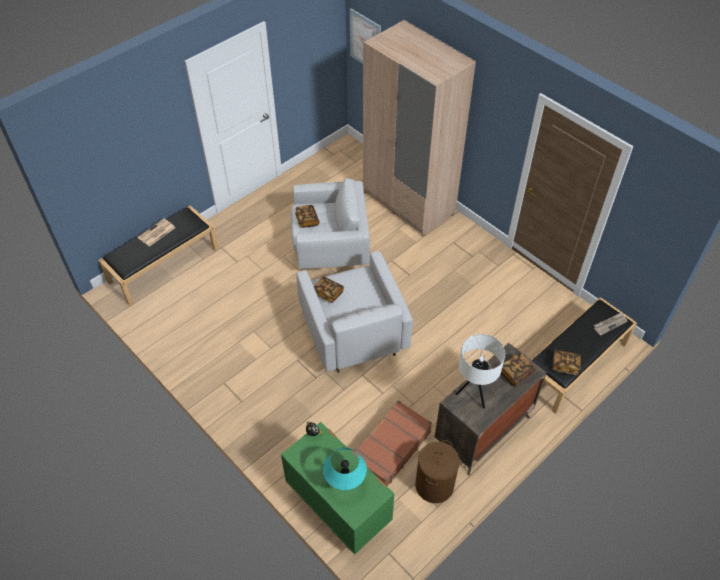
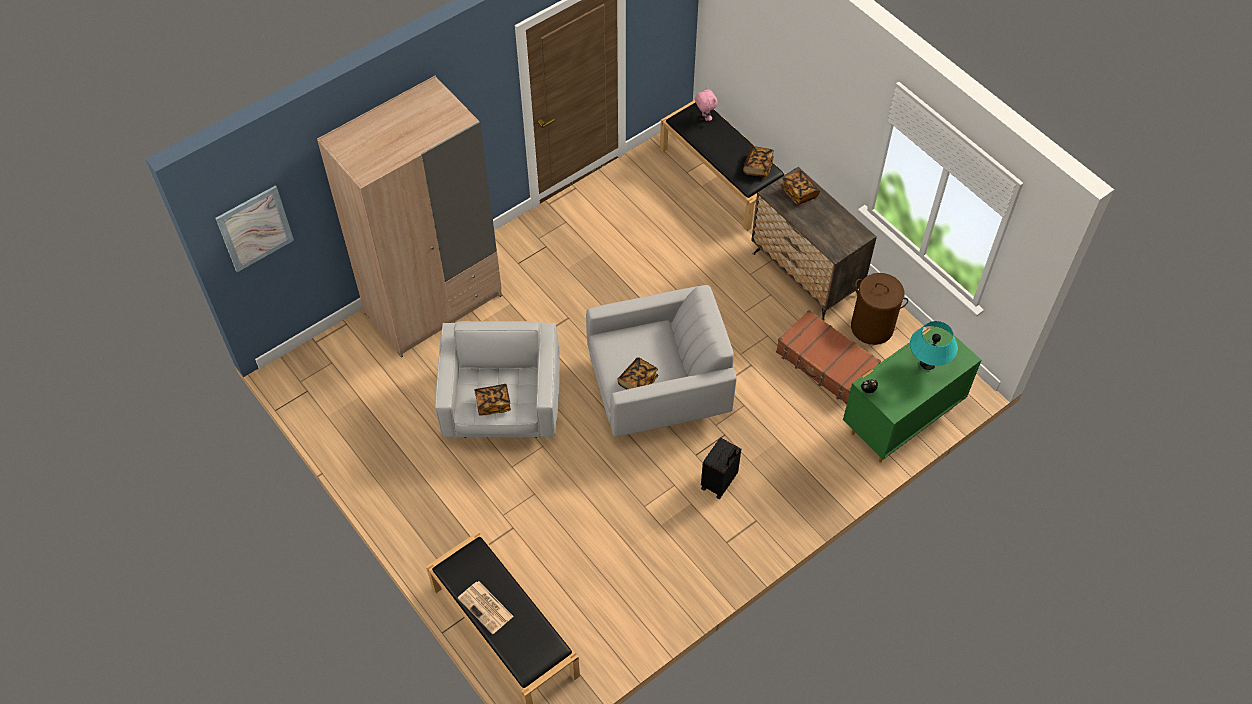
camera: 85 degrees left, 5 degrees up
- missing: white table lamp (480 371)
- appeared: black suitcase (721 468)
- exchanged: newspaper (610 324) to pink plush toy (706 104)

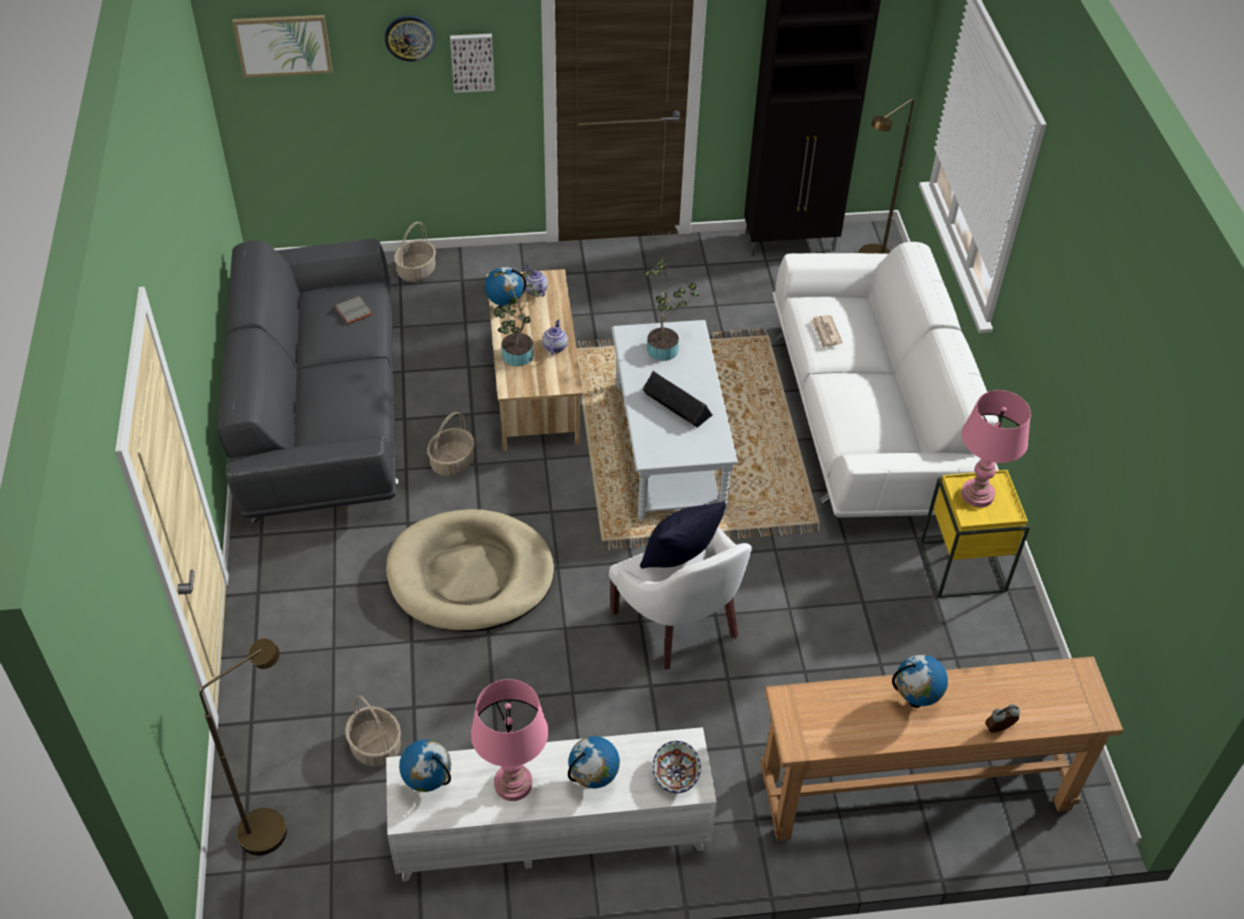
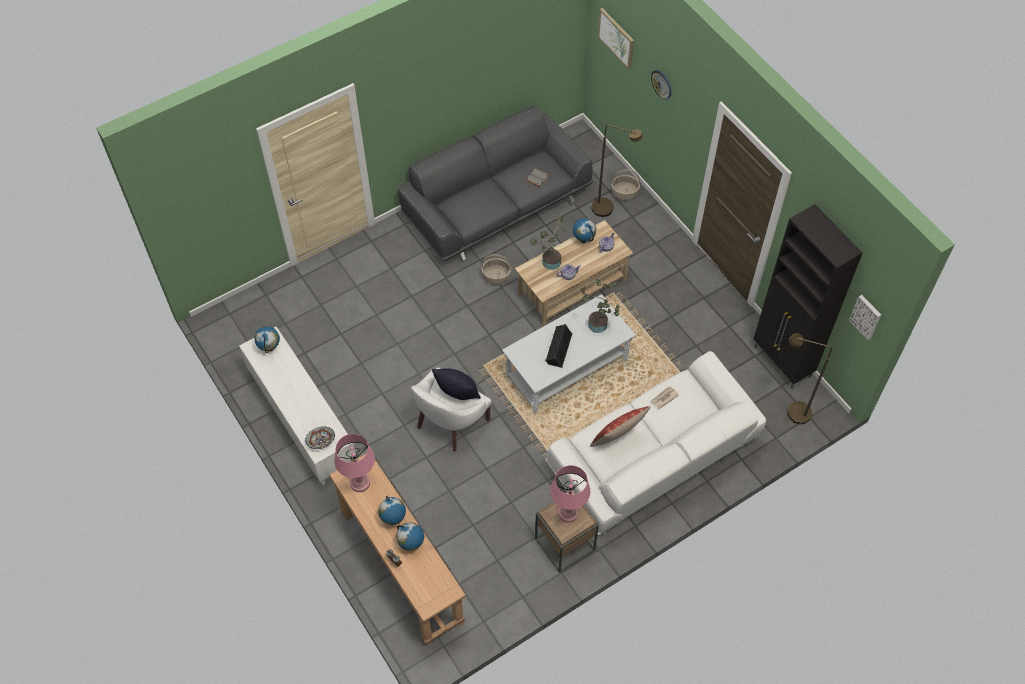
camera: 65 degrees right, 10 degrees up
- missing: basket (373 731)
- missing: beige dog bed (470 570)
- appeared: pillow (620 426)
- relocated: brown floor lamp (243 746) to (617 171)
- relocated: picture (472 63) to (865 317)
- relocated: pink table lamp (509 740) to (355 463)
- relocated: globe (594 762) to (410 536)
- colour: yellow side table (975 534) to brown side table (567 532)

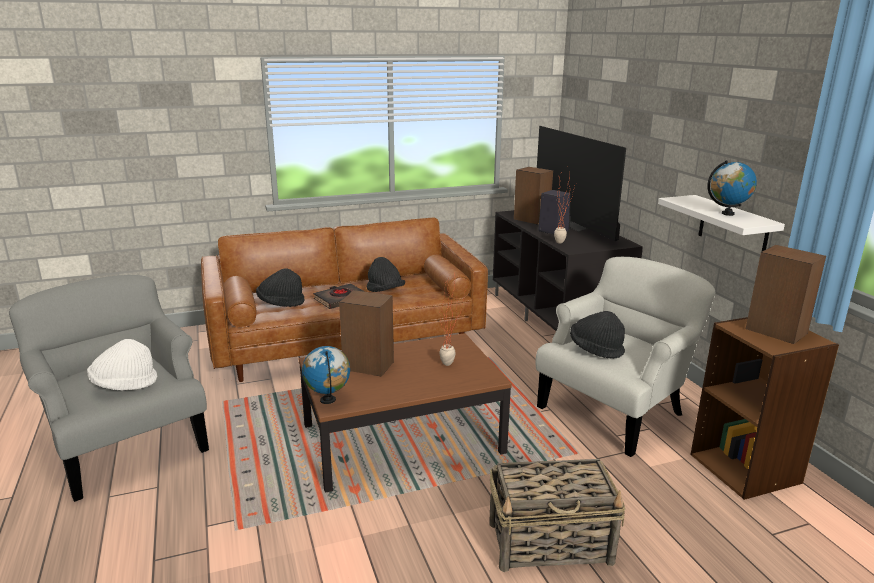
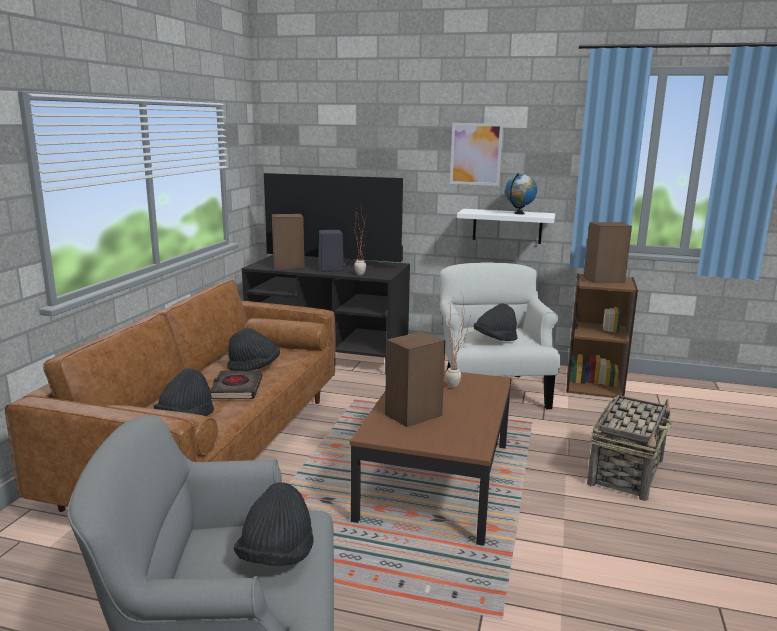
camera: 55 degrees left, 5 degrees down
- missing: globe (326 375)
- appeared: picture (476 154)
- colour: white hat (122 364) to black hat (274 524)

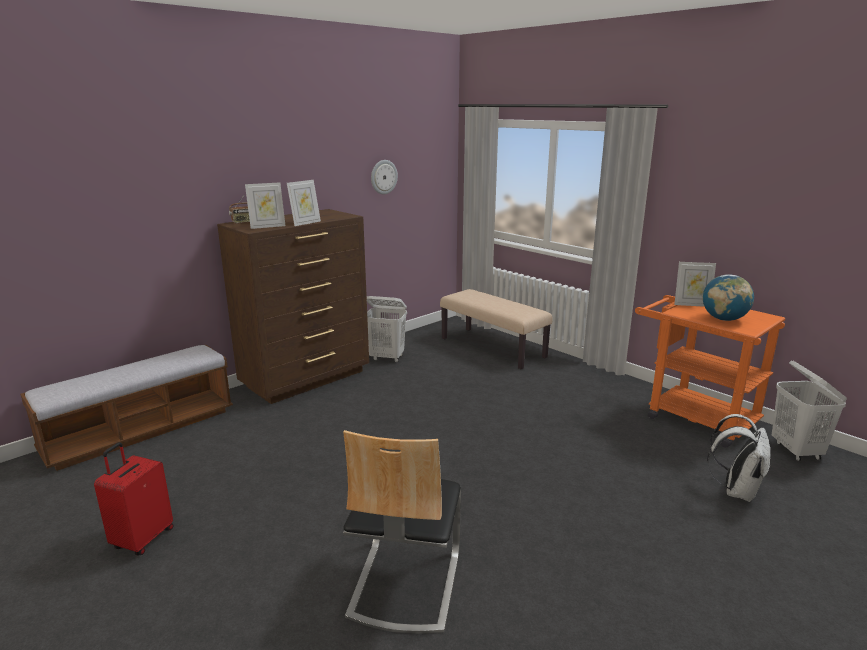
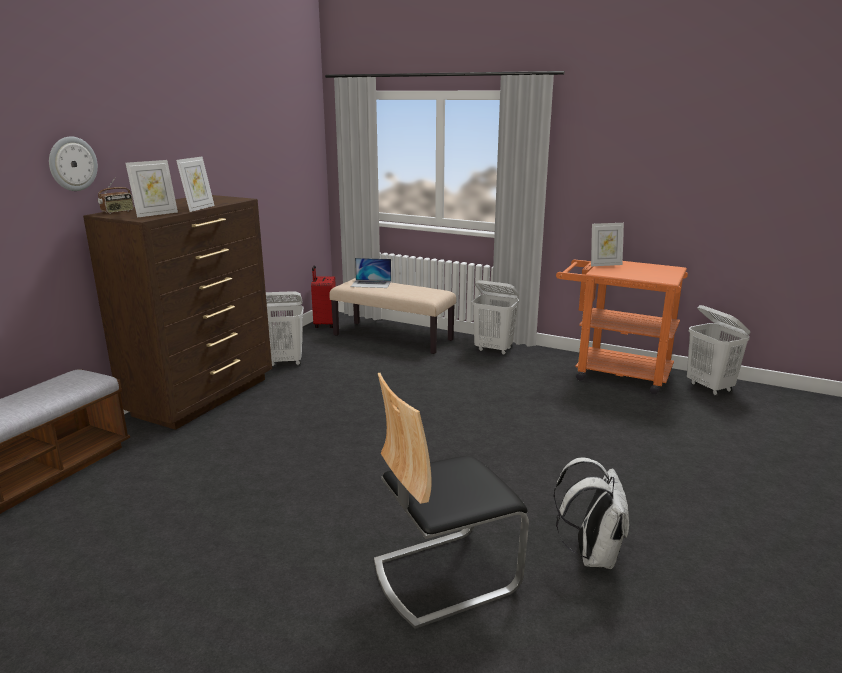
camera: 20 degrees left, 0 degrees up
- missing: globe (728 297)
- appeared: laptop (370 273)
- appeared: white laundry basket (495 317)
- relocated: red suitcase (134 498) to (323 296)
- relocated: wall clock (384 177) to (73 164)
- relocated: white backpack (738 458) to (591 513)
- spun: chair (402 532) = (451 501) 75 degrees clockwise

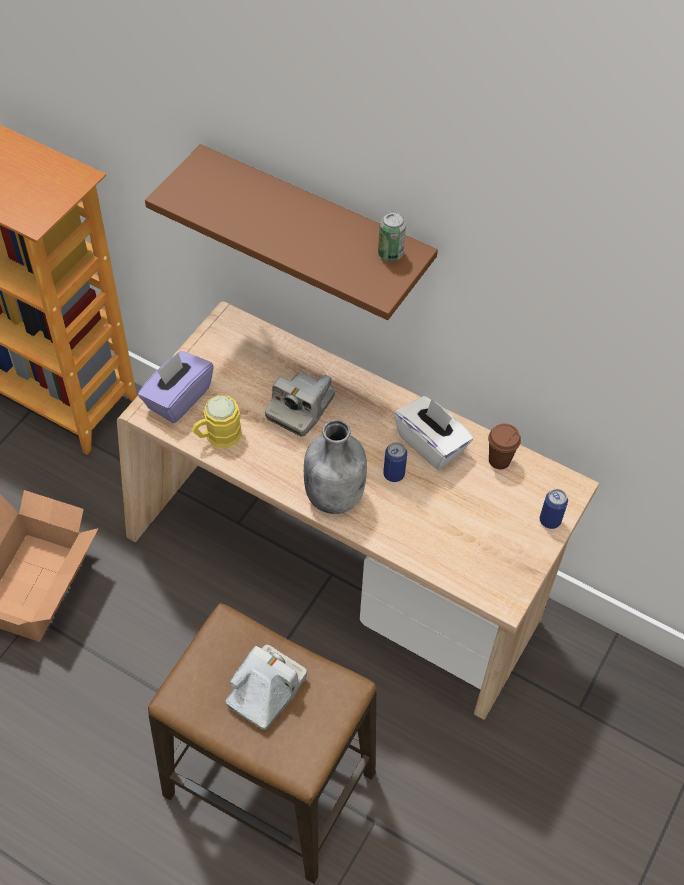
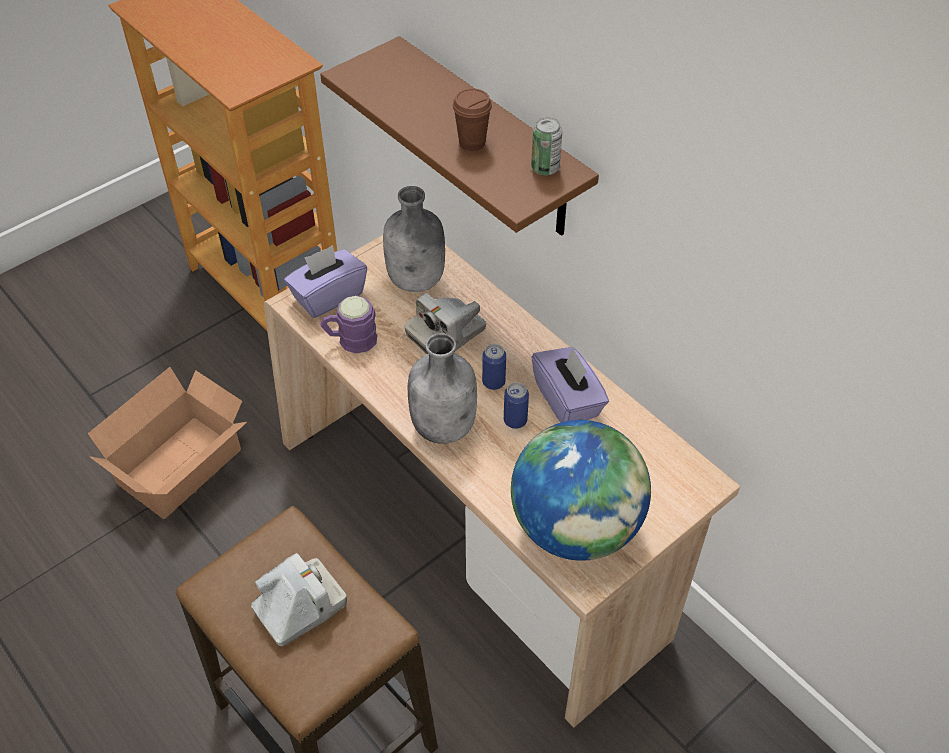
camera: 20 degrees right, 5 degrees down
- appeared: grey bottle (414 239)
- appeared: globe (581 490)
- relocated: brown cup (504 446) to (472 119)
- relocated: can (554 509) to (494 367)
- colour: yellow mug (217 421) to purple mug (349 325)
- colour: white tissue box (433 433) to purple tissue box (570 385)

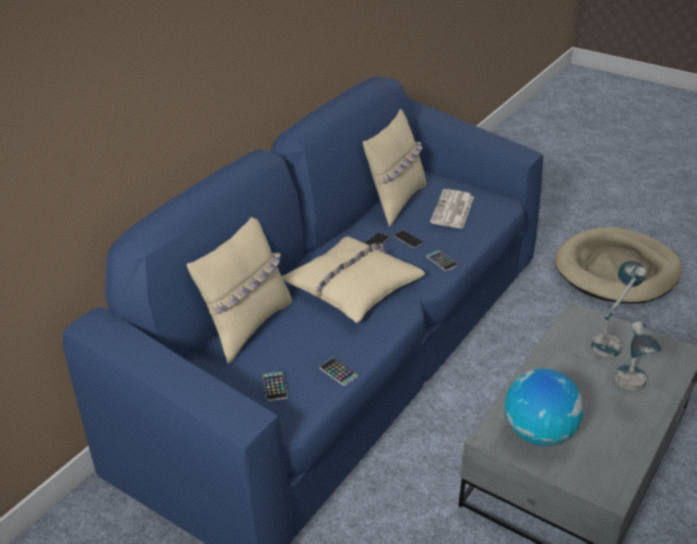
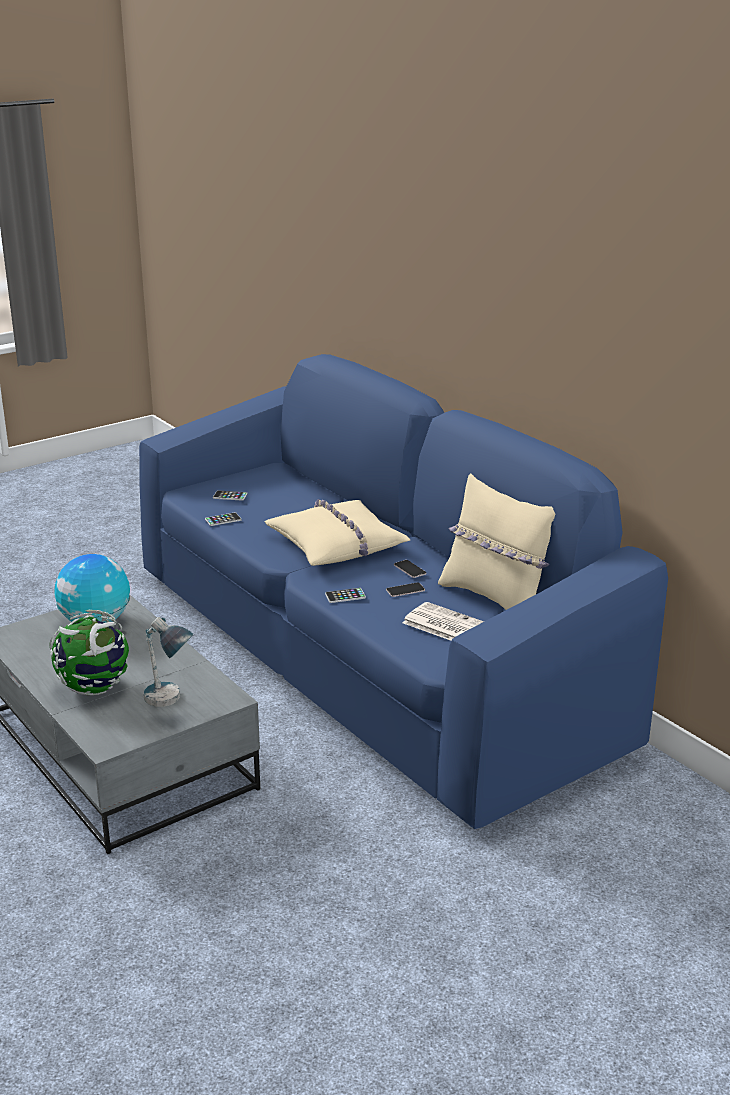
camera: 110 degrees right, 10 degrees down
- missing: beige pillow (239 290)
- missing: beige dog bed (618 265)
- exchanged: table lamp (638 355) to globe (89 652)

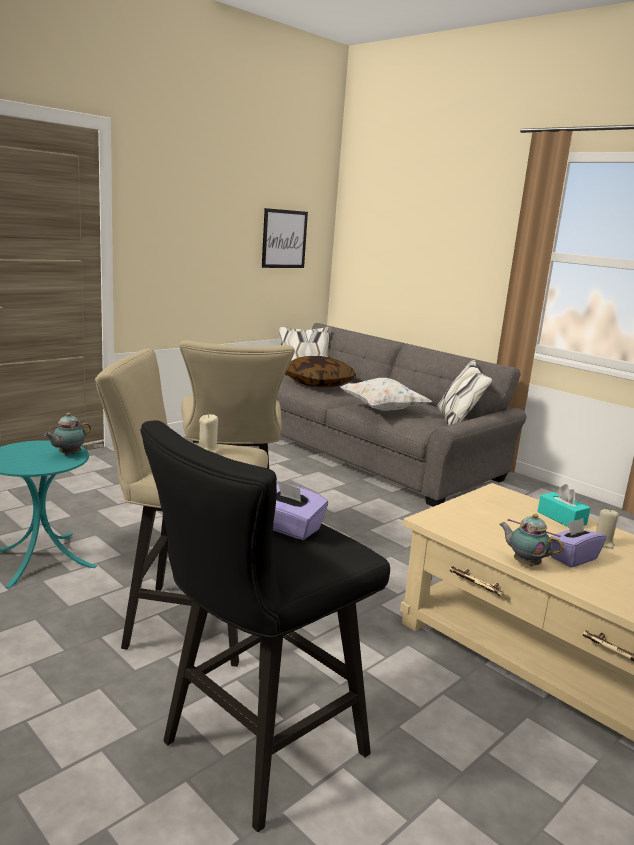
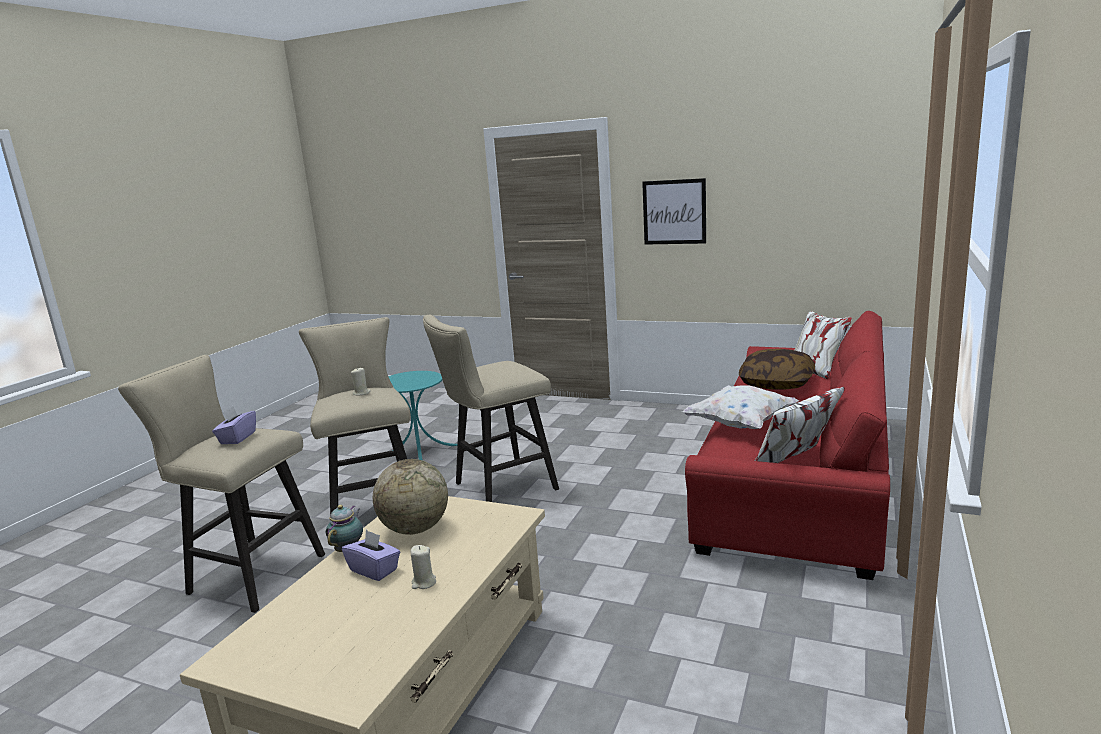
camera: 70 degrees right, 0 degrees up
- missing: teapot (67 434)
- missing: turquoise tissue box (563 505)
- appeared: globe (410 497)
- relocated: picture (285 238) to (674 211)
- colour: black stool (265 626) to beige stool (221 484)
- colour: grey sofa (401 415) to red sofa (787 445)

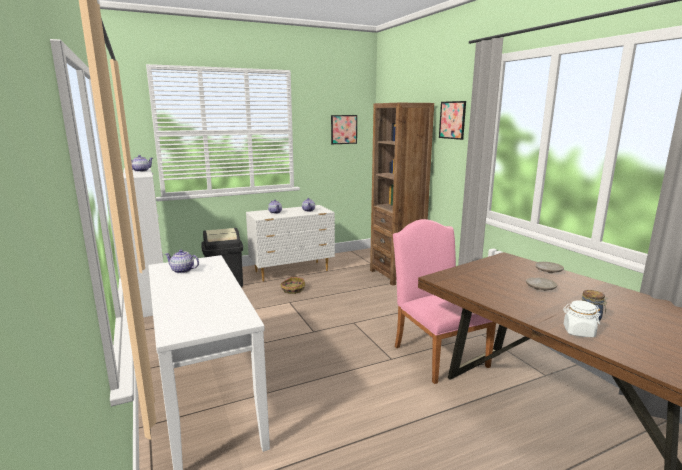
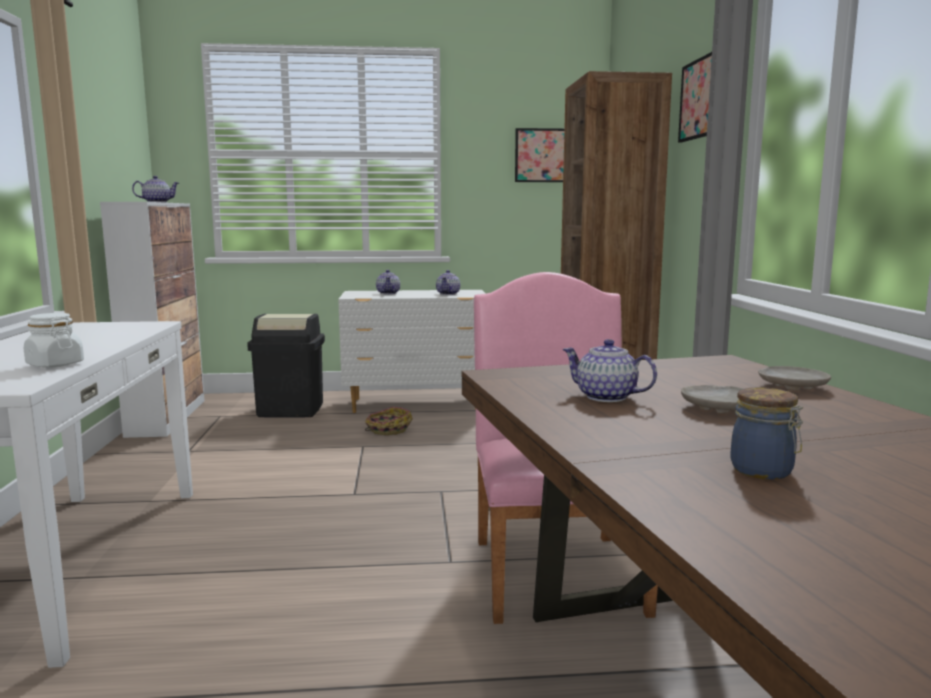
camera: 20 degrees right, 5 degrees down
- relocated: teapot (182 262) to (609 370)
- relocated: white jar (582 318) to (54 340)

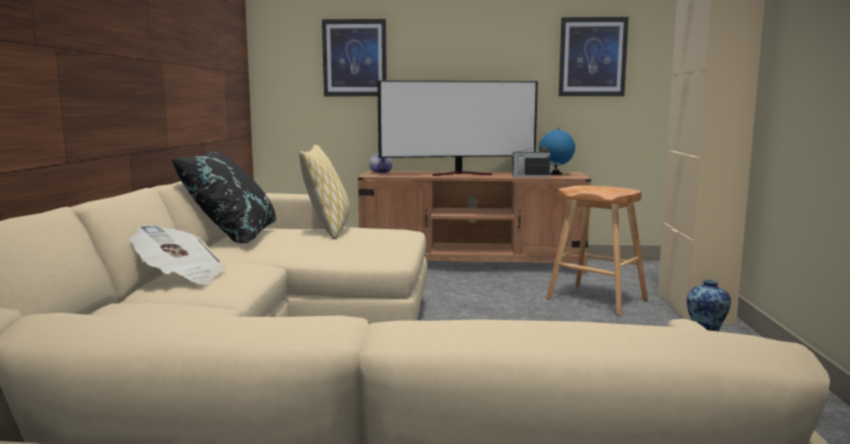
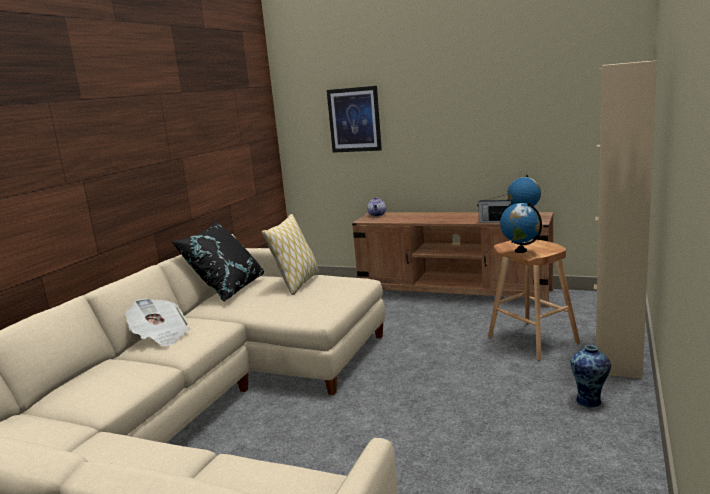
camera: 20 degrees right, 5 degrees up
- missing: television (457 128)
- missing: picture (594 56)
- appeared: globe (521 227)

